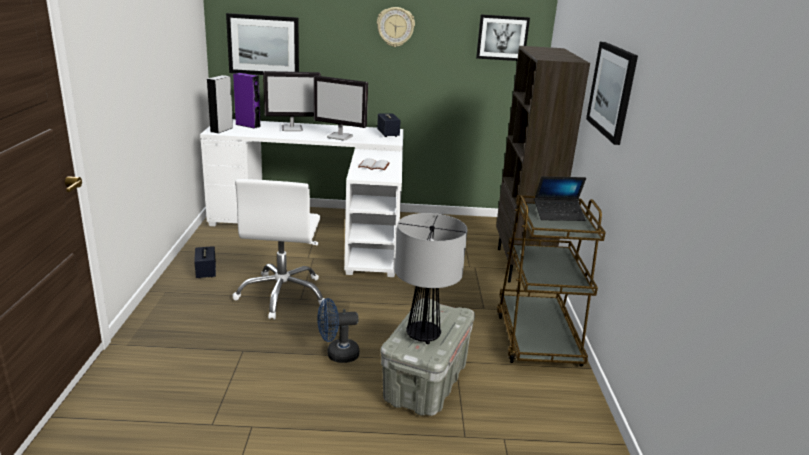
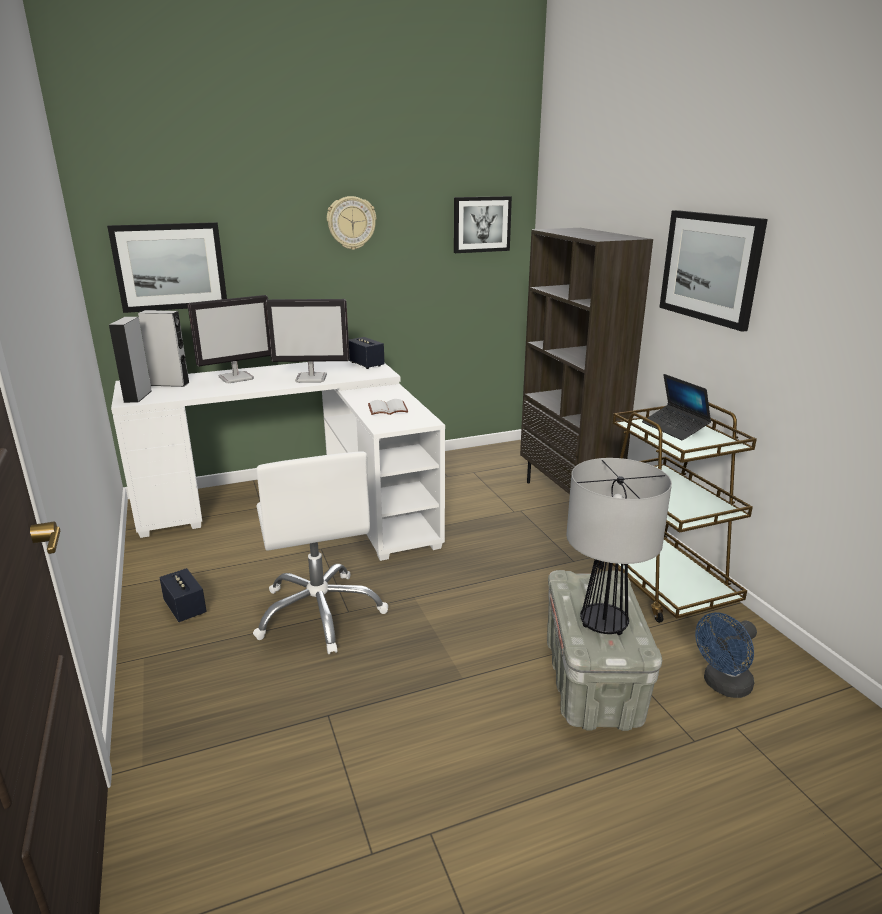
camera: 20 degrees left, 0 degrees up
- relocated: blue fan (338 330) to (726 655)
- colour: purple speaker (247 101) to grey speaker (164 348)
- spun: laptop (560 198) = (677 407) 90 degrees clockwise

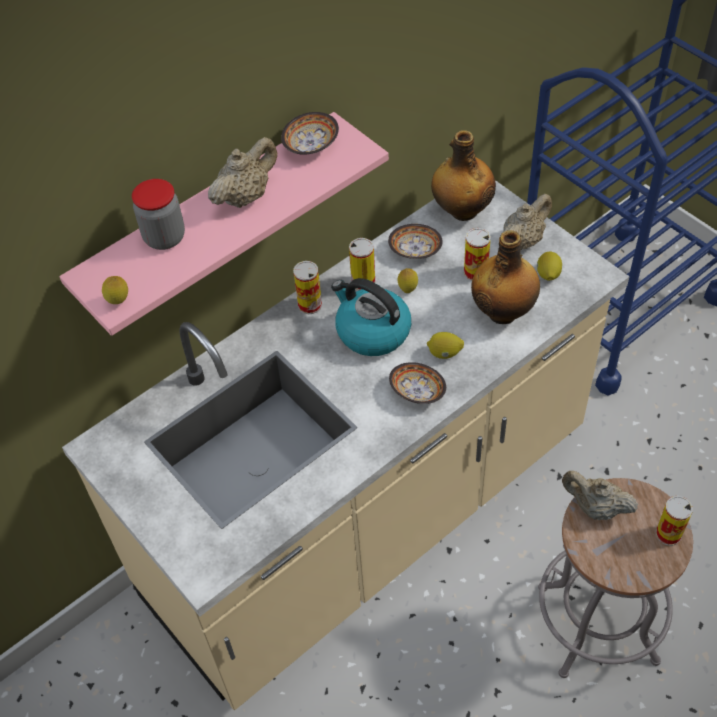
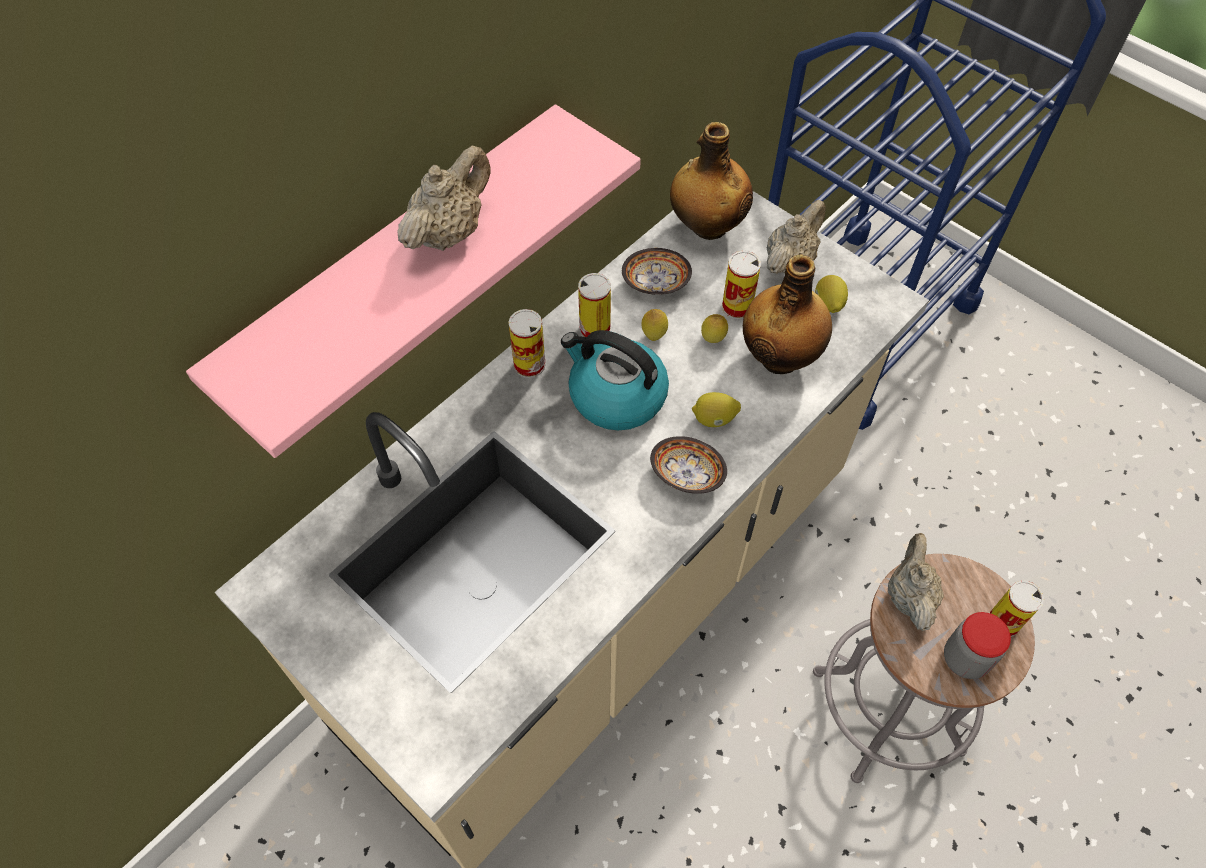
camera: 10 degrees left, 5 degrees up
- missing: bowl (310 133)
- relocated: lemon (115 290) to (714 328)
- relocated: jar (158 214) to (977 645)
- spun: beige teapot (600 495) = (916 582) 75 degrees clockwise

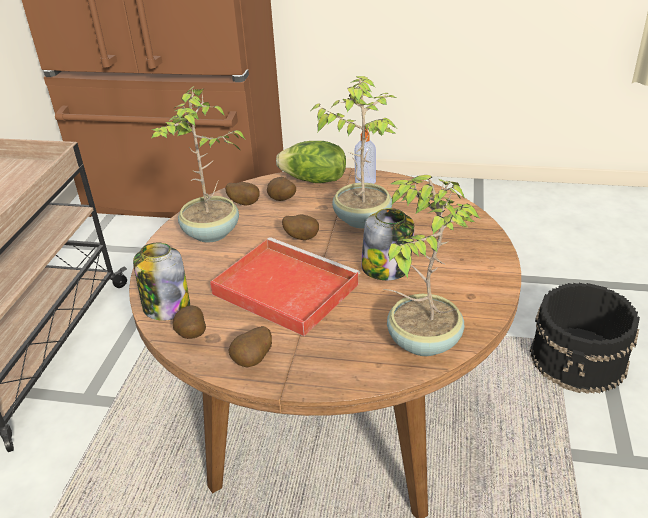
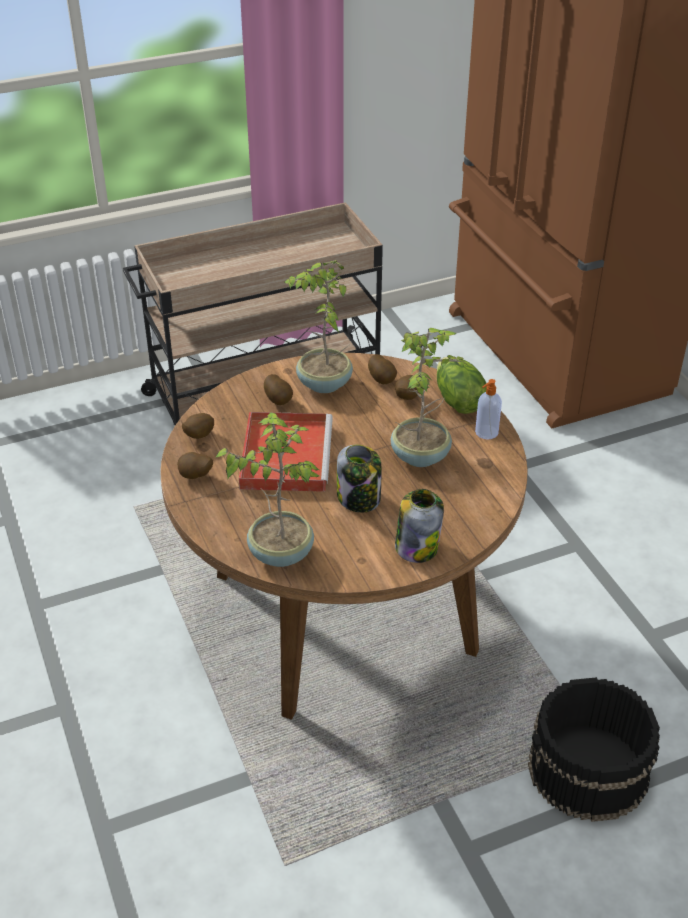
camera: 55 degrees right, 5 degrees up
- relocated: jar (161 282) to (419 526)
- relocated: potato (300 227) to (278 389)

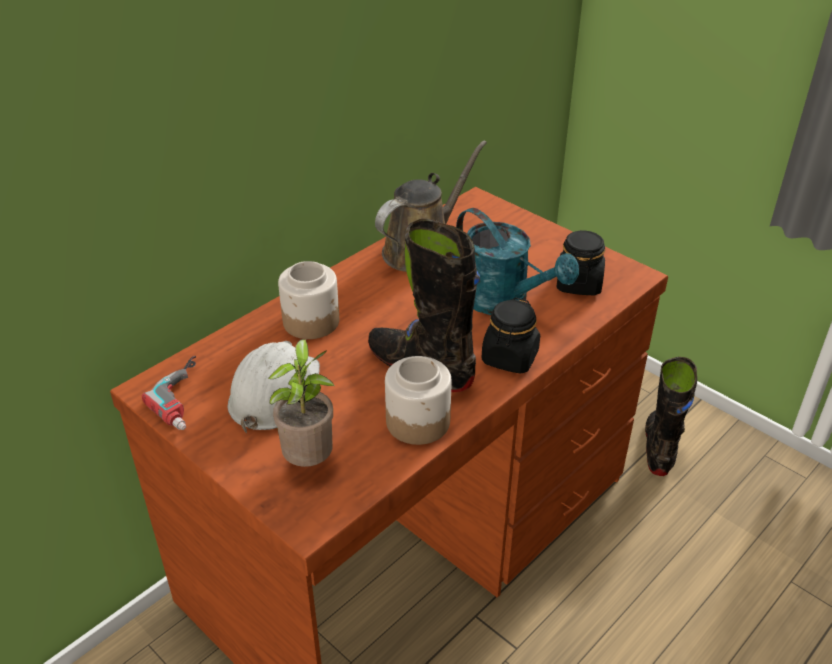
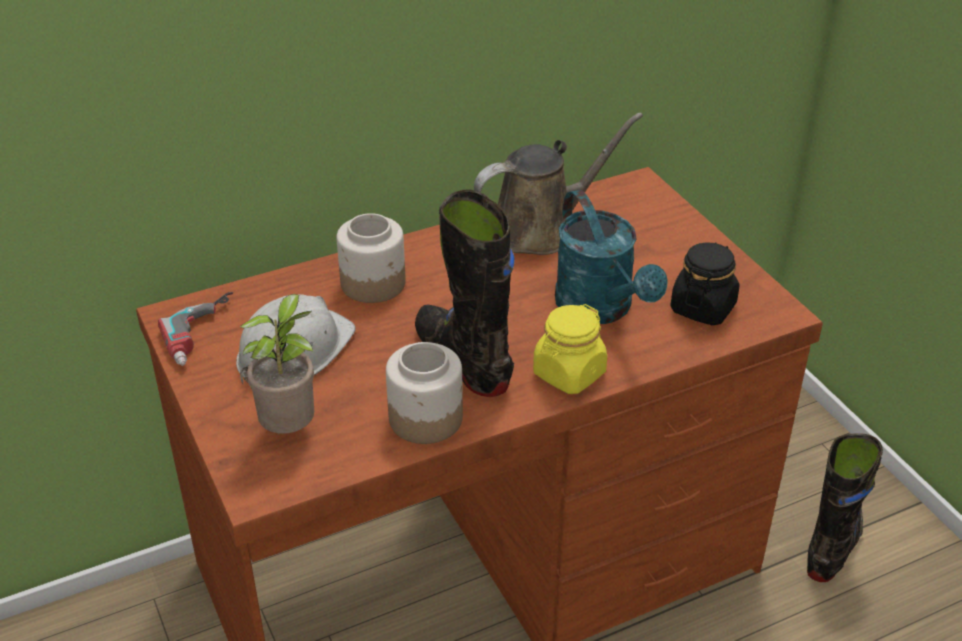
camera: 20 degrees right, 0 degrees up
- colour: black jar (510 336) to yellow jar (570 349)

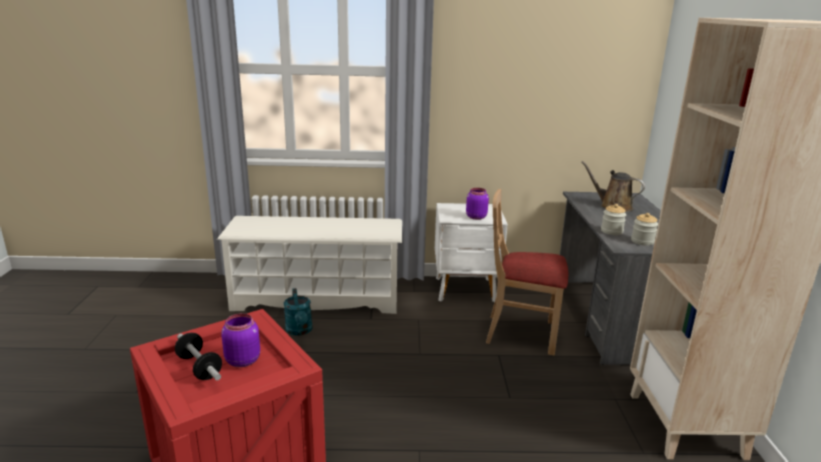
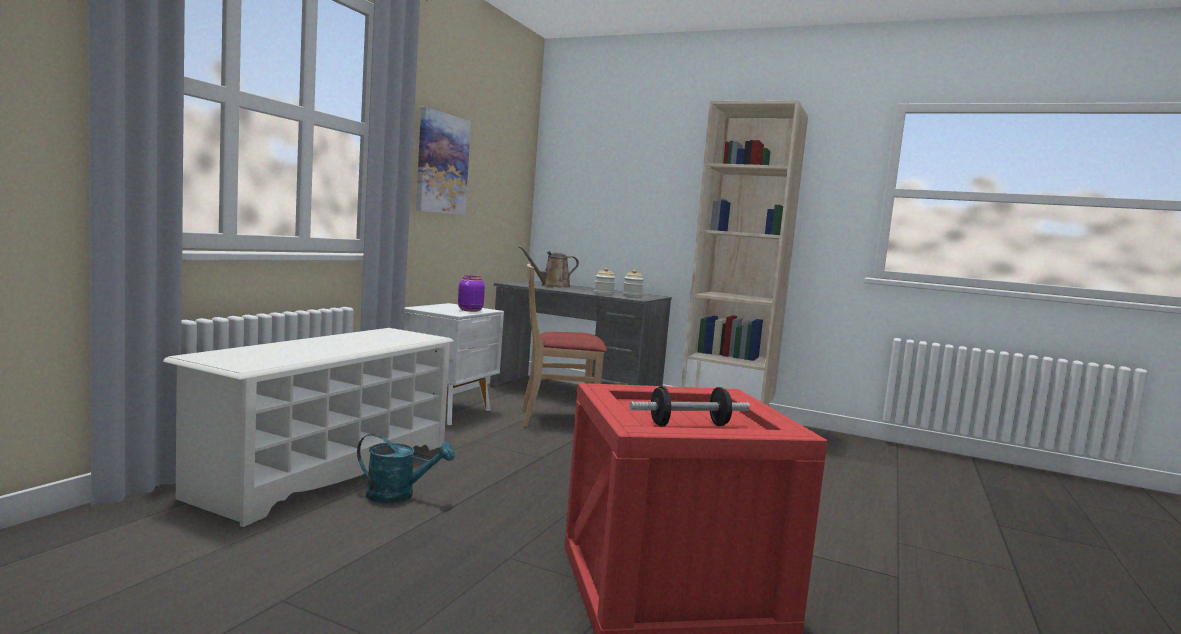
camera: 65 degrees left, 15 degrees down
- missing: purple jar (240 340)
- appeared: picture (443 161)
- spun: beige chair (527 272) = (564 345) 45 degrees clockwise

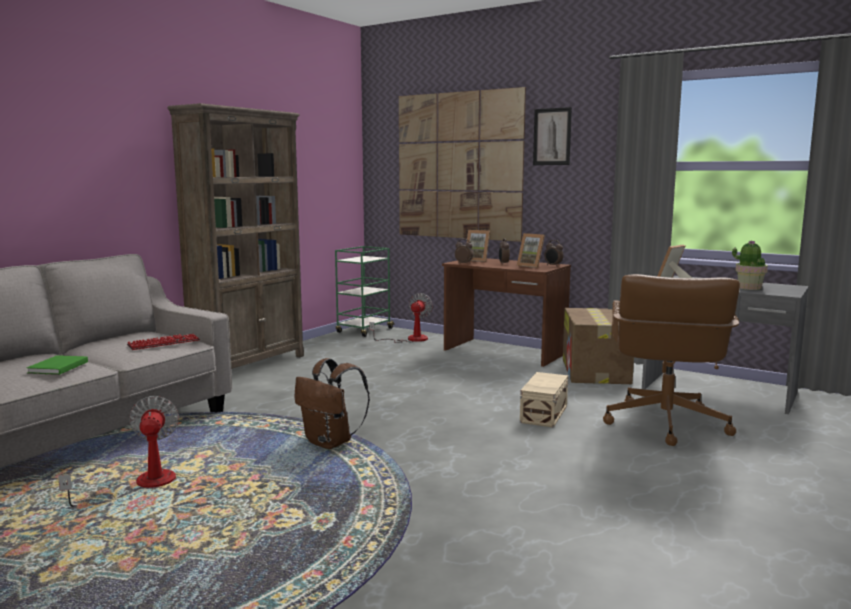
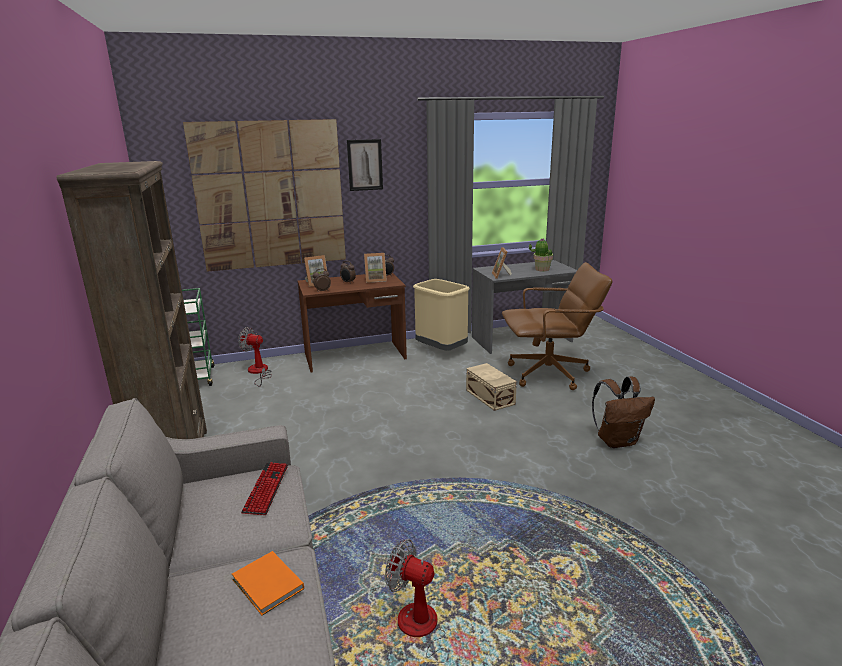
camera: 50 degrees left, 10 degrees up
- relocated: brown backpack (332 403) to (623 412)
- exchanged: cardboard box (598 346) to beige trash can (441 315)
- colour: green book (57 365) to orange book (268 583)
- spun: fan (401 318) = (255 357) 45 degrees counterclockwise
- spun: brown office chair (671 360) = (557 326) 60 degrees counterclockwise

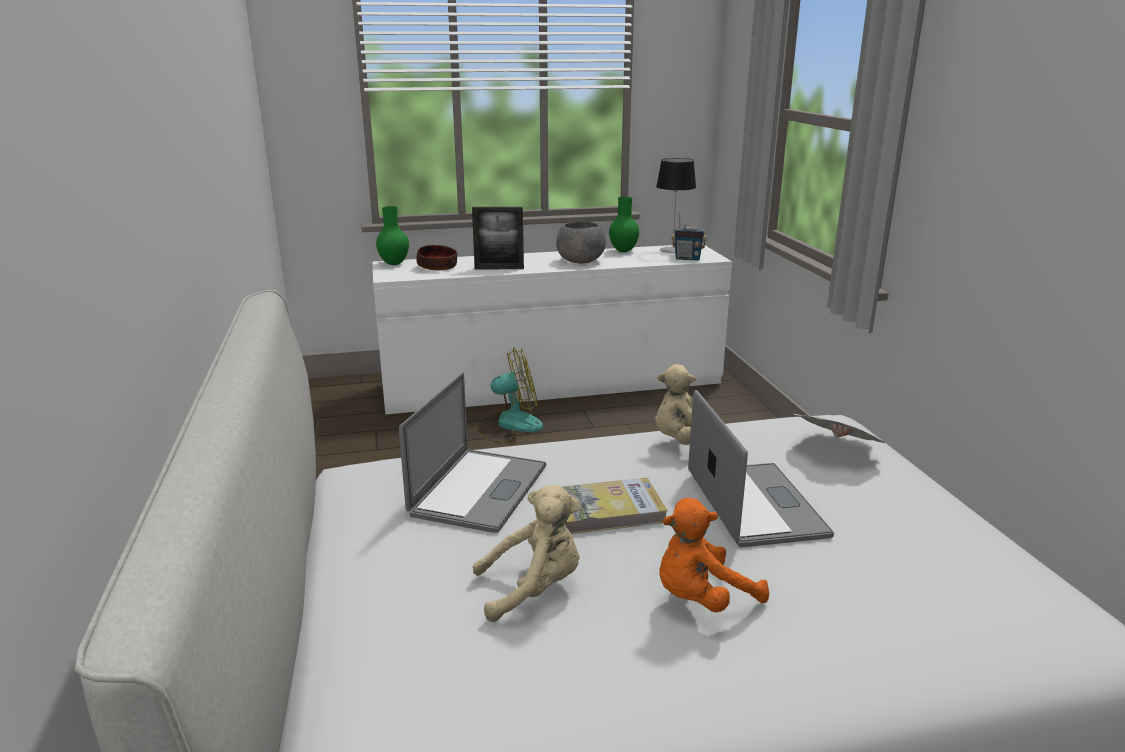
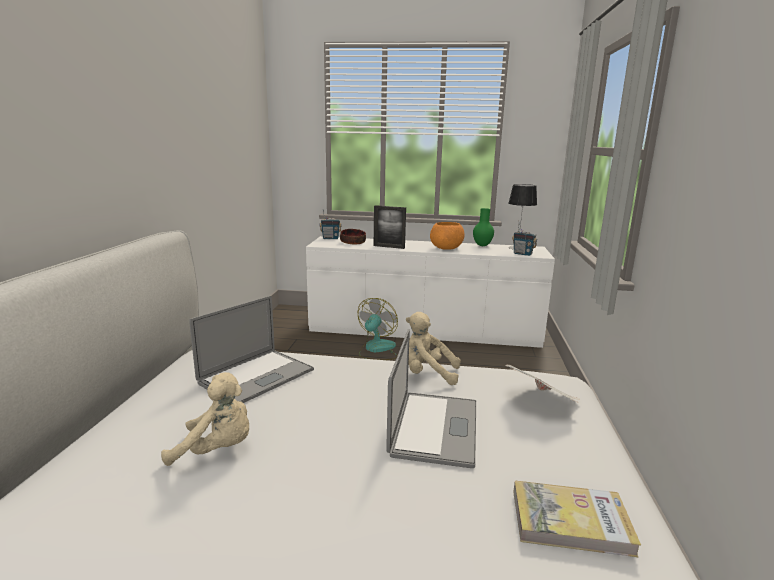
camera: 20 degrees right, 5 degrees down
- missing: orange plush toy (714 555)
- relocated: book (615 506) to (577 519)
- exchanged: green vase (392 235) to radio (330 224)
- colour: grey bowl (581 243) to orange bowl (447 236)
- spun: fan (508 395) = (378 329) 75 degrees counterclockwise

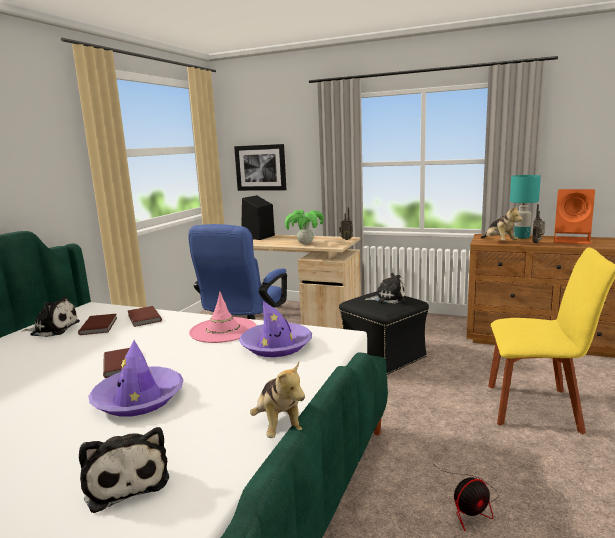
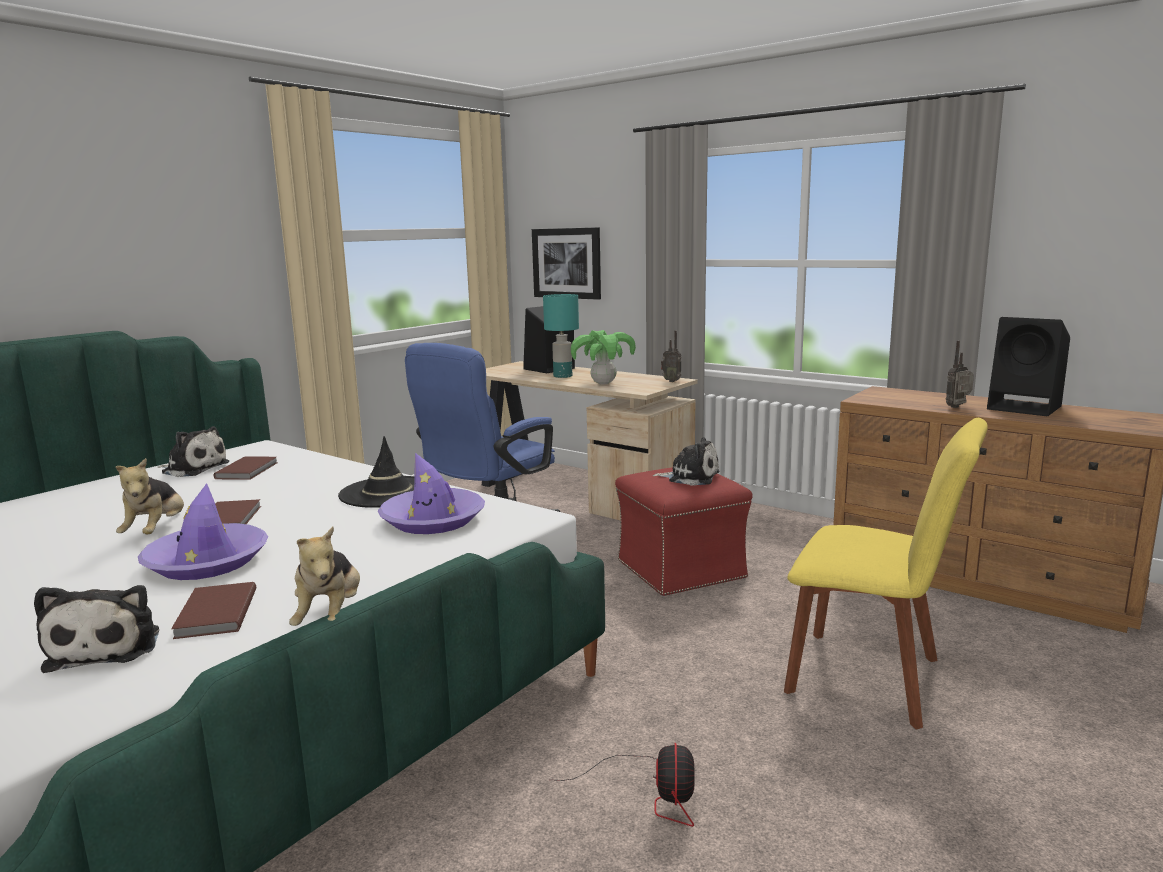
camera: 15 degrees right, 0 degrees up
- relocated: brown book (144 316) to (213 610)
- relocated: plush toy (501 223) to (149 496)
- relocated: turquoise table lamp (525 207) to (561 336)
- colour: pink hat (222 317) to black hat (376 472)
- colour: black ottoman (384 333) to red ottoman (684 531)
- colour: orange speaker (574 216) to black speaker (1028 366)
- spun: fan (467 498) = (622 785) 75 degrees counterclockwise

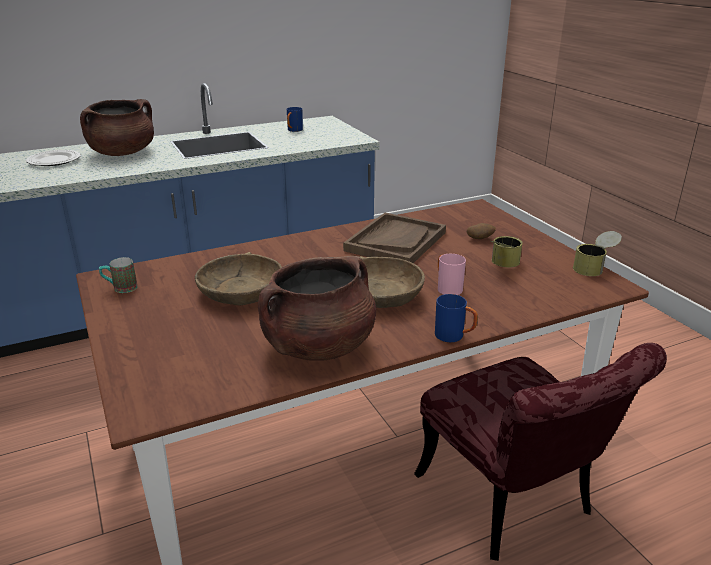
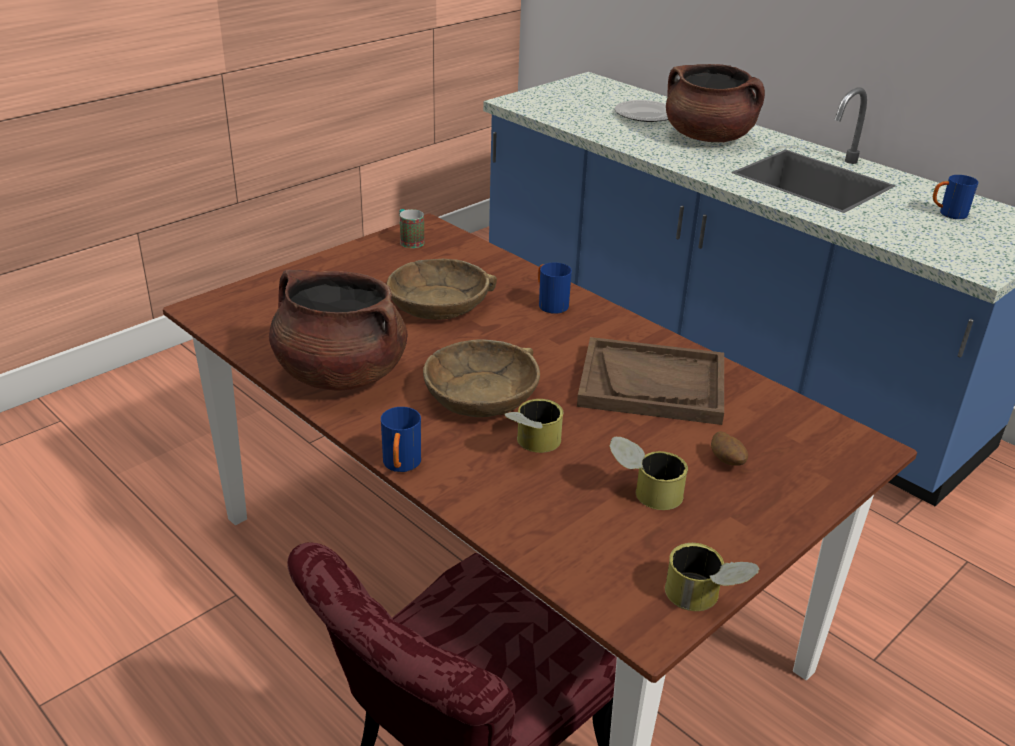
camera: 70 degrees right, 5 degrees up
- appeared: blue mug (555 288)
- exchanged: pink mug (452 274) to can (533 426)

